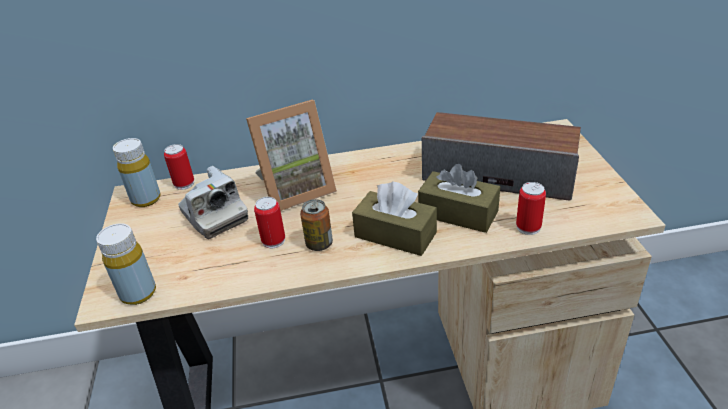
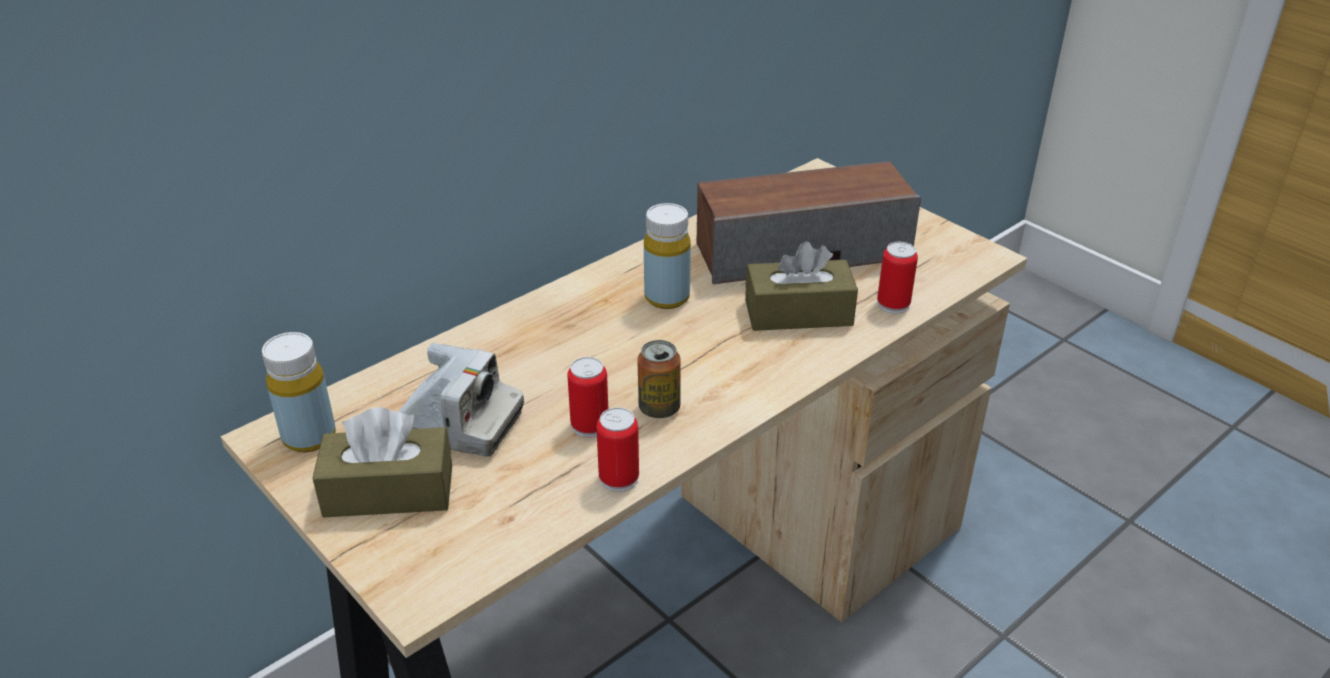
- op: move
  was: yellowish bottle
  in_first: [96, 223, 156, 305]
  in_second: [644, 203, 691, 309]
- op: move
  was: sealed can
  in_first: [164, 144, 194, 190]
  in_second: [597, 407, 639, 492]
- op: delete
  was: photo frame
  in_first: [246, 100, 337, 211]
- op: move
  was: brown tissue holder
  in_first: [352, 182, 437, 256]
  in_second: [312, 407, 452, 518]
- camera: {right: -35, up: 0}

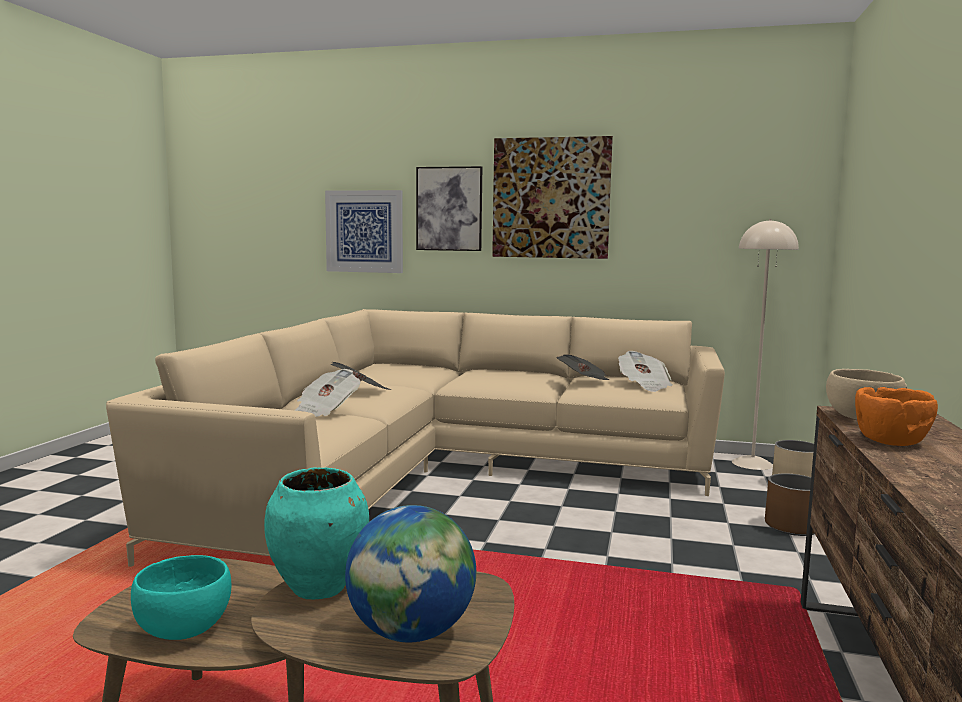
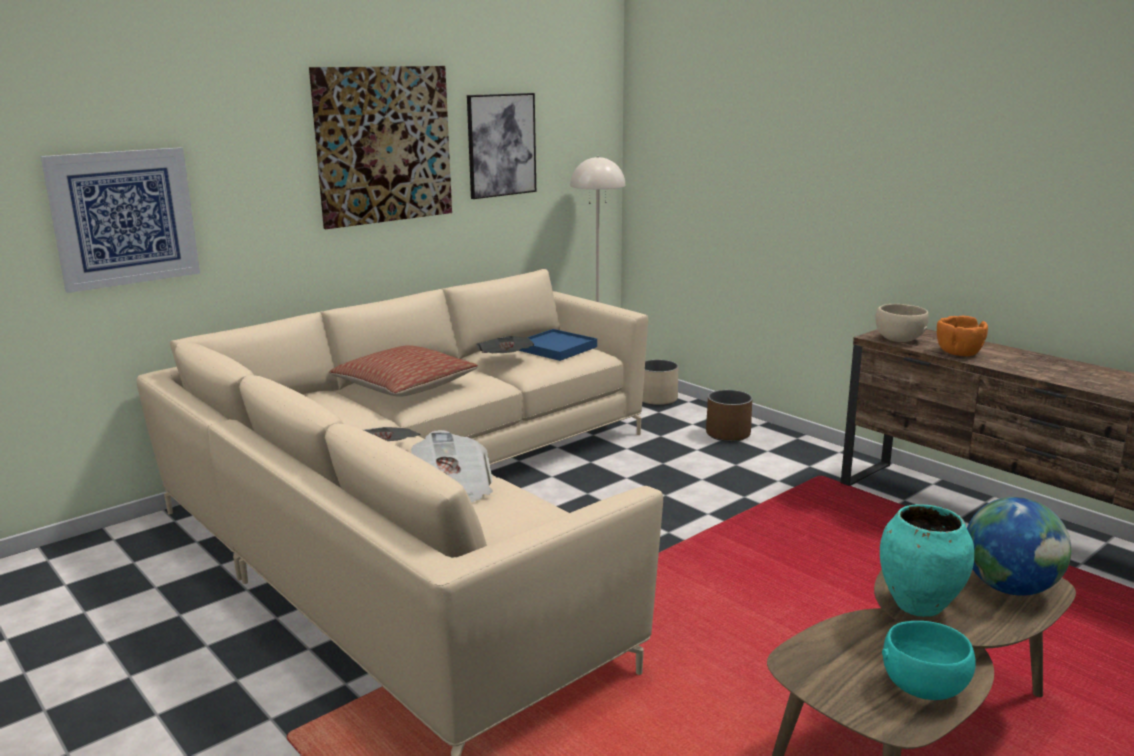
- op: move
  was: picture
  in_first: [416, 166, 482, 251]
  in_second: [467, 93, 536, 199]
- op: replace
  was: newspaper
  now: blue-coloured tray
  in_first: [618, 351, 673, 392]
  in_second: [519, 329, 597, 361]
- op: insert
  now: pillow
  in_second: [329, 345, 478, 397]
- camera: {right: -55, up: 10}

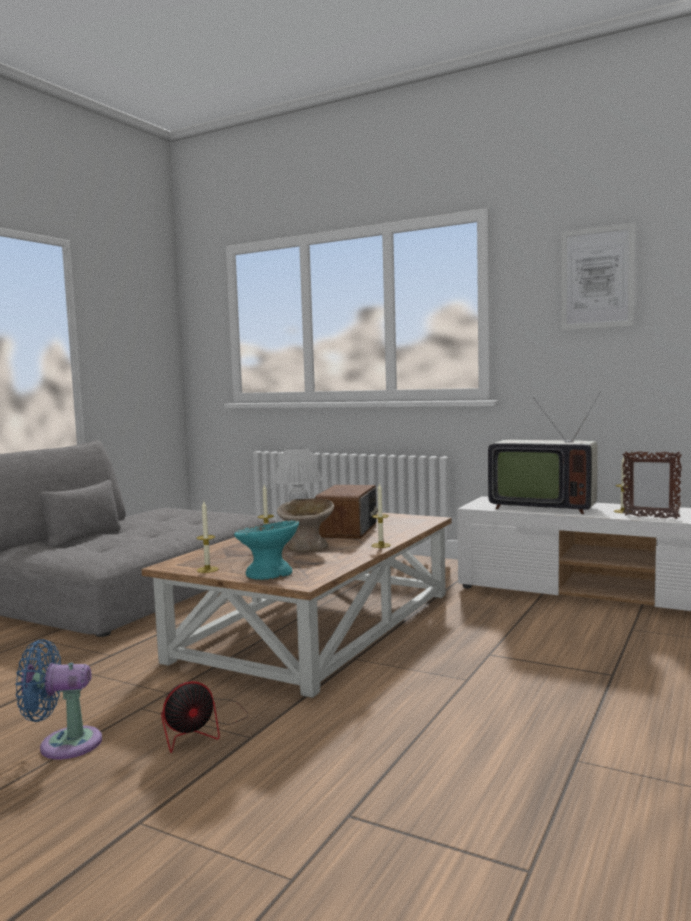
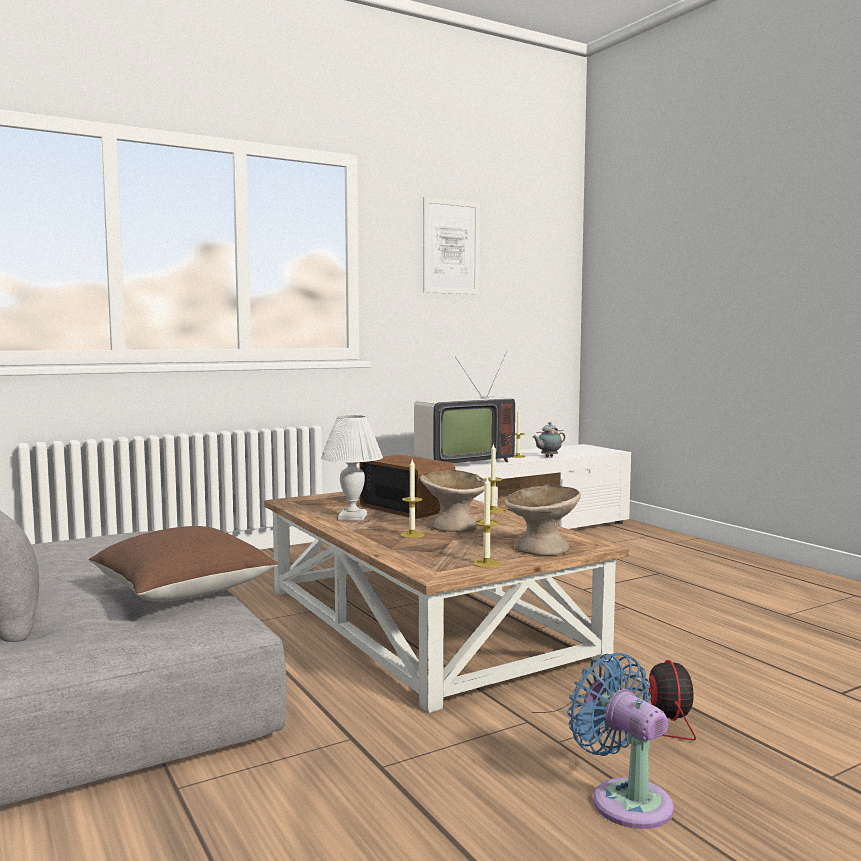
- op: rotate
  was: blue-coloured fan
  in_first: [15, 639, 102, 759]
  in_second: [567, 653, 674, 829]
  clockwise: 120
- op: recolor
  was: blue-green deep dish
  now: sand-coloured deep dish
  in_first: [234, 521, 299, 580]
  in_second: [504, 485, 581, 556]
- op: replace
  was: photo frame
  now: tea pot
  in_first: [622, 451, 682, 519]
  in_second: [532, 422, 565, 457]
- op: insert
  now: brown pillow
  in_second: [89, 526, 279, 602]
- camera: {right: -60, up: 0}

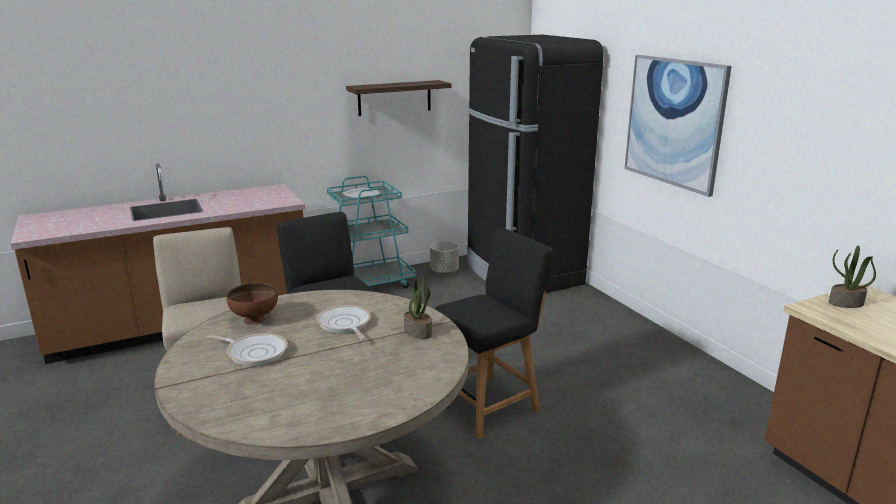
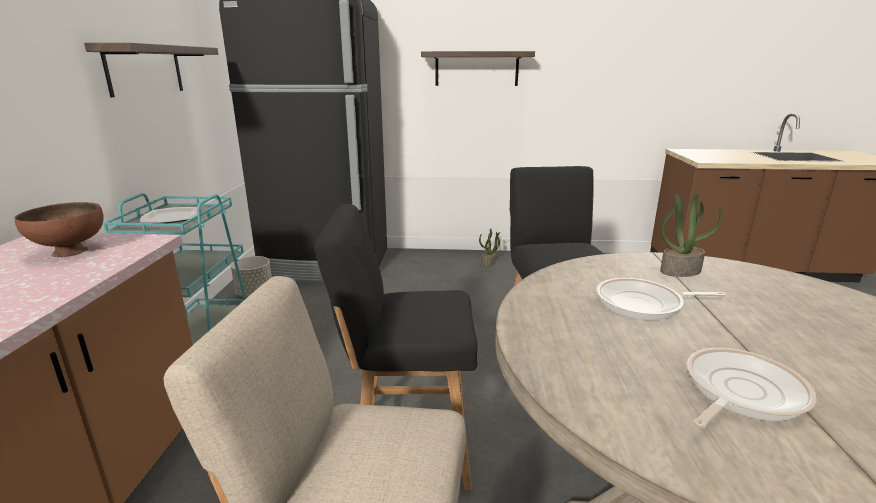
- op: move
  was: brown deep dish
  in_first: [226, 283, 278, 325]
  in_second: [15, 202, 104, 257]
- op: replace
  was: picture
  now: shelf
  in_first: [624, 55, 732, 197]
  in_second: [421, 51, 535, 86]
- op: move
  was: potted plant
  in_first: [829, 245, 876, 308]
  in_second: [479, 228, 501, 267]
- camera: {right: -60, up: 0}

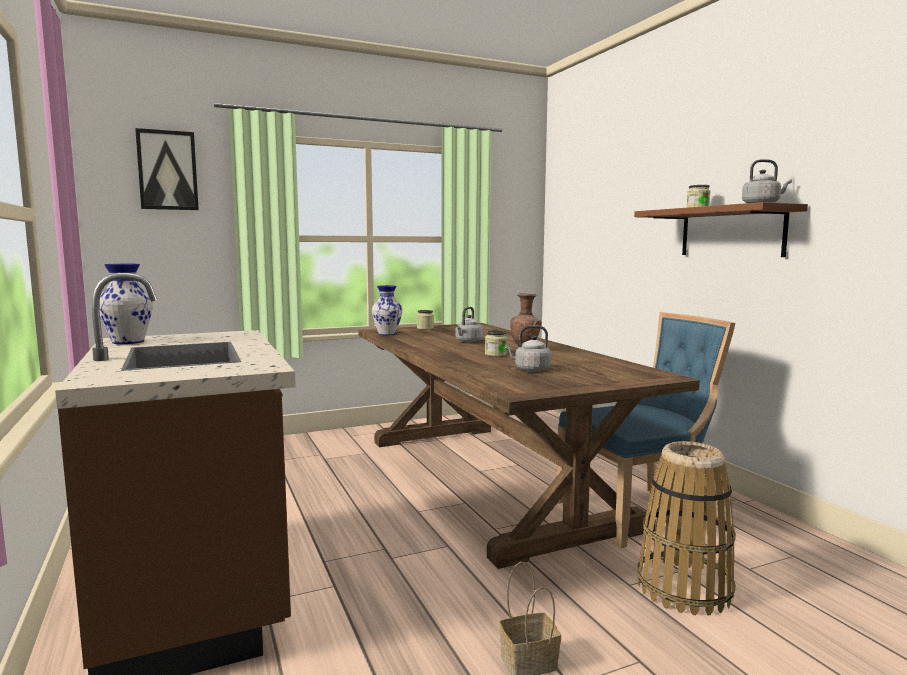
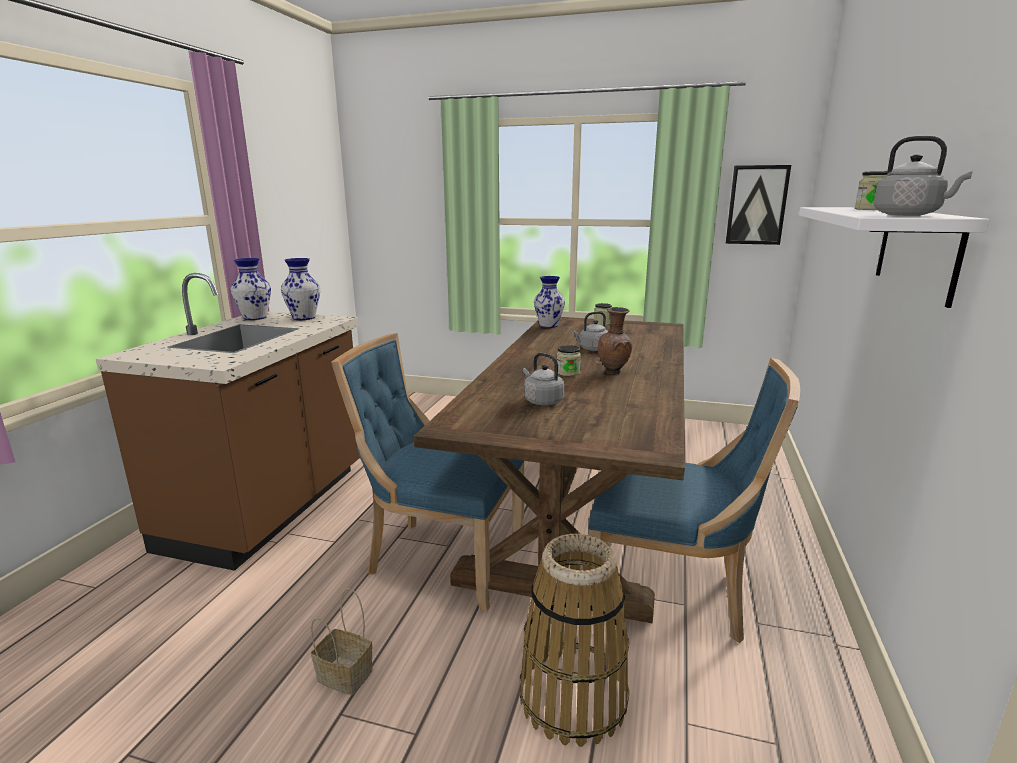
- op: move
  was: picture
  in_first: [135, 128, 199, 210]
  in_second: [726, 165, 791, 245]
- op: recolor
  was: brown shelf
  now: whitish shelf
  in_first: [634, 202, 808, 257]
  in_second: [799, 207, 989, 308]
- op: insert
  now: decorative vase
  in_second: [281, 258, 320, 320]
- op: insert
  now: blue-coloured upright chair
  in_second: [331, 333, 525, 611]
- camera: {right: 40, up: 10}

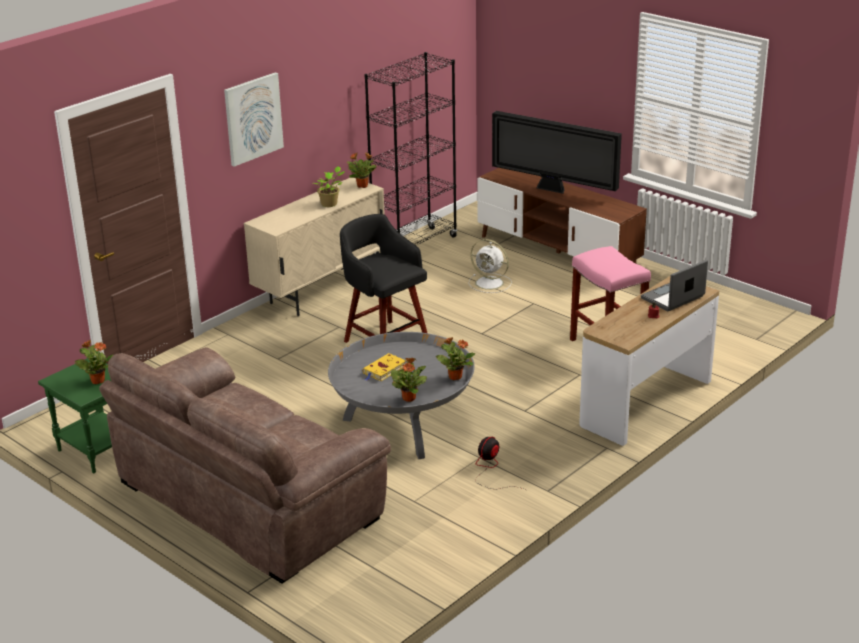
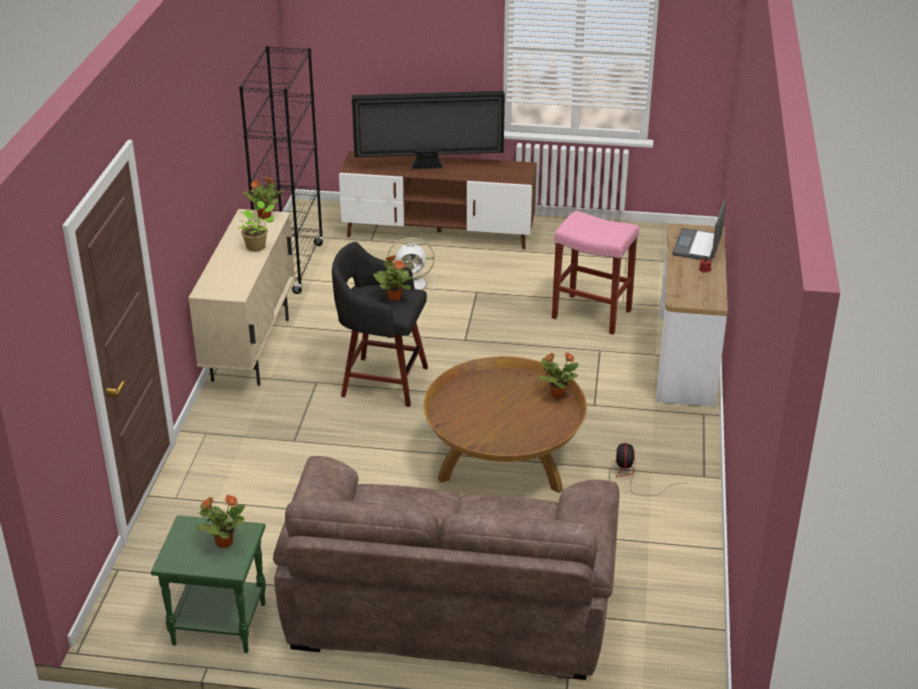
- op: delete
  was: picture
  in_first: [224, 72, 284, 167]
- op: recolor
  was: gray lounge table
  now: brown lounge table
  in_first: [328, 332, 475, 459]
  in_second: [423, 356, 587, 493]
- op: delete
  was: yellowish book
  in_first: [362, 353, 406, 381]
- op: move
  was: potted plant
  in_first: [391, 358, 427, 402]
  in_second: [373, 255, 413, 301]
- camera: {right: -35, up: 5}

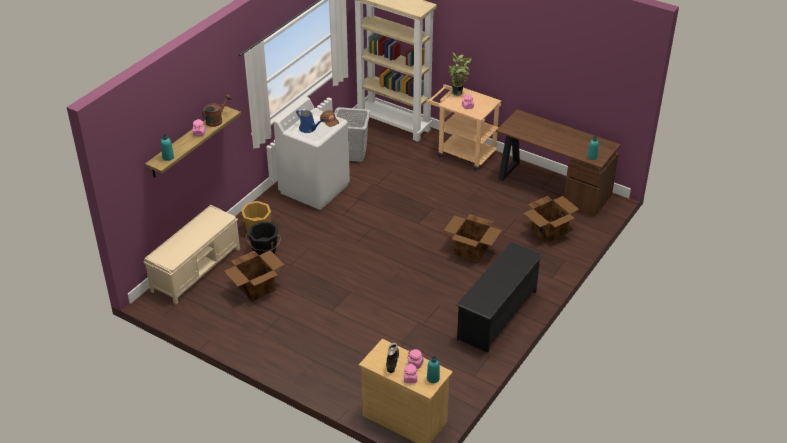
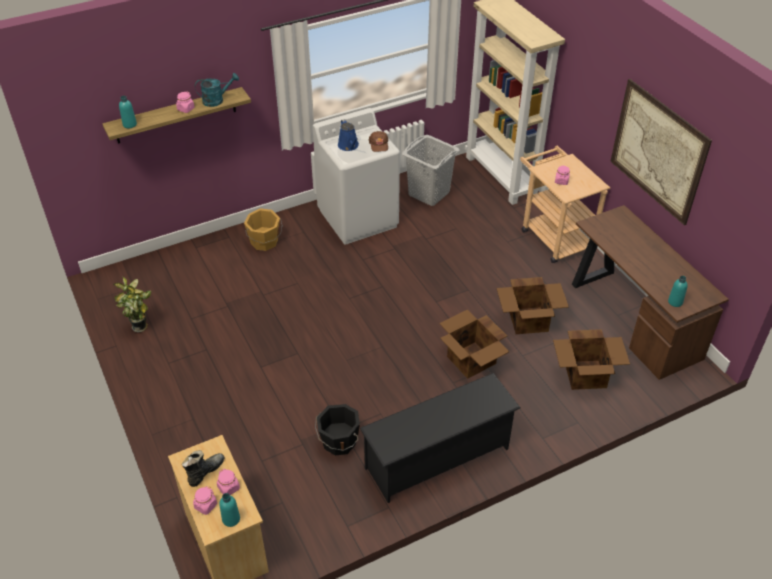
- op: delete
  was: sand-coloured bench
  in_first: [144, 205, 240, 304]
- op: recolor
  was: brown sprinkling can
  now: blue-green sprinkling can
  in_first: [202, 94, 232, 127]
  in_second: [195, 73, 239, 107]
- op: move
  was: carton
  in_first: [224, 250, 285, 302]
  in_second: [497, 277, 569, 334]
- op: move
  was: black-coloured water bucket
  in_first: [246, 222, 281, 255]
  in_second: [315, 404, 360, 455]
- op: move
  was: potted plant
  in_first: [448, 52, 472, 96]
  in_second: [114, 276, 151, 332]
- op: insert
  now: picture
  in_second: [610, 79, 712, 225]
- camera: {right: 30, up: 5}

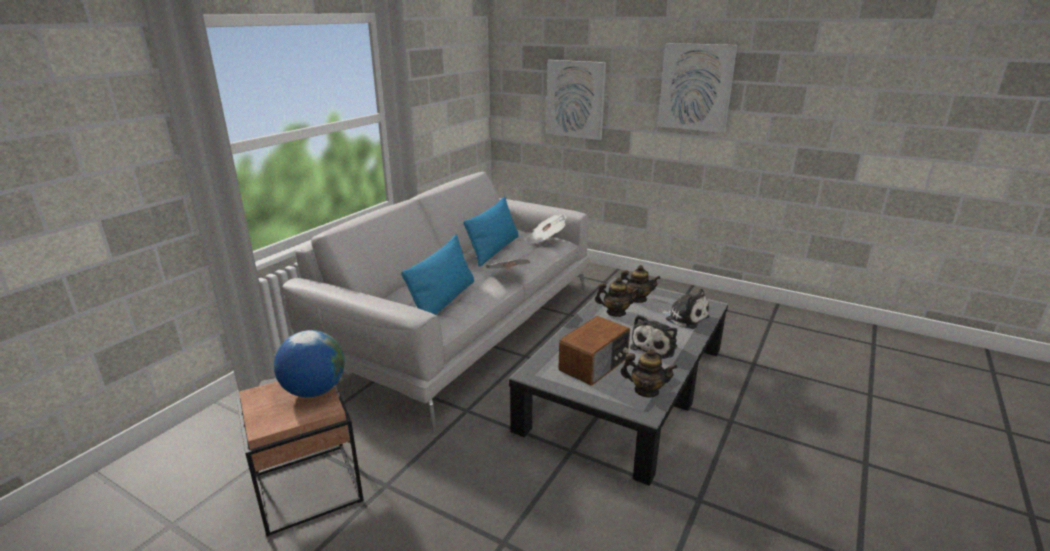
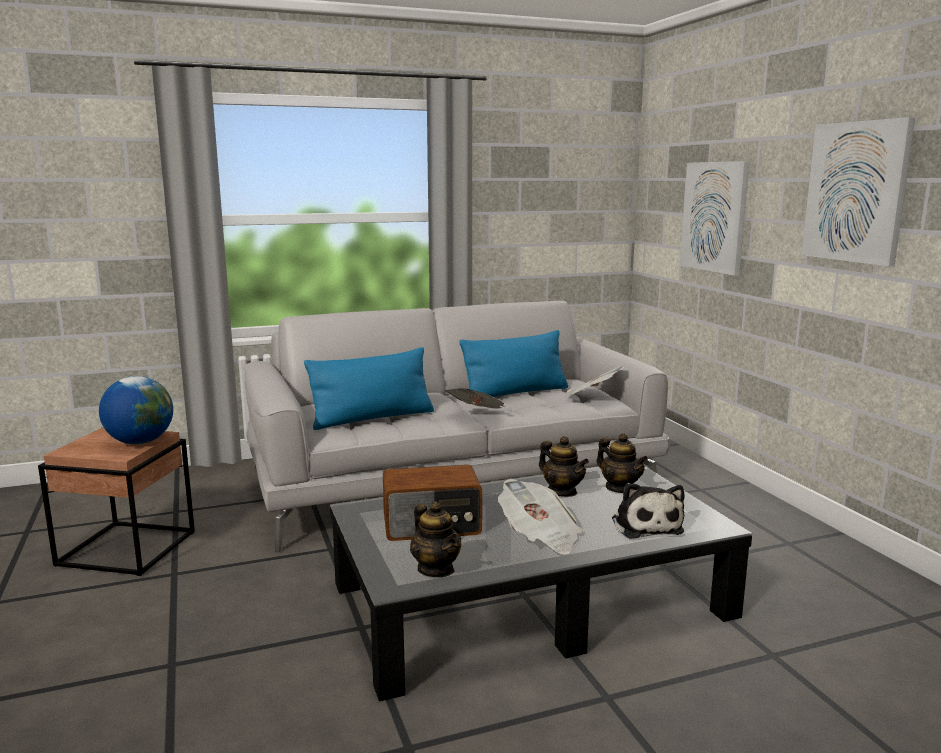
- op: replace
  was: soft toy
  now: newspaper
  in_first: [630, 315, 677, 359]
  in_second: [498, 479, 582, 555]
- camera: {right: 40, up: -10}

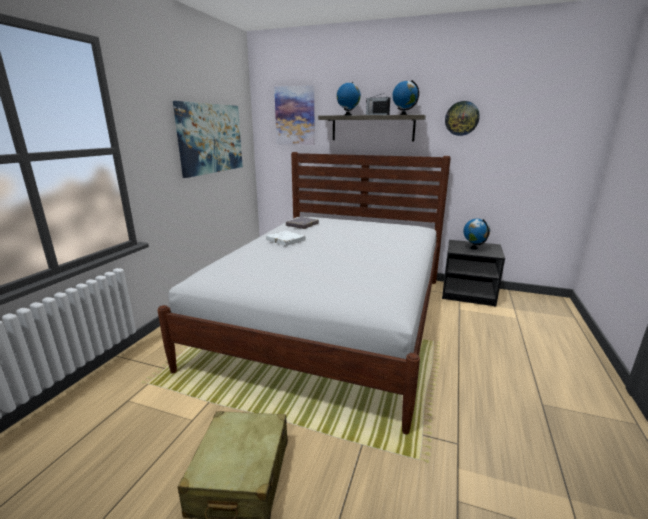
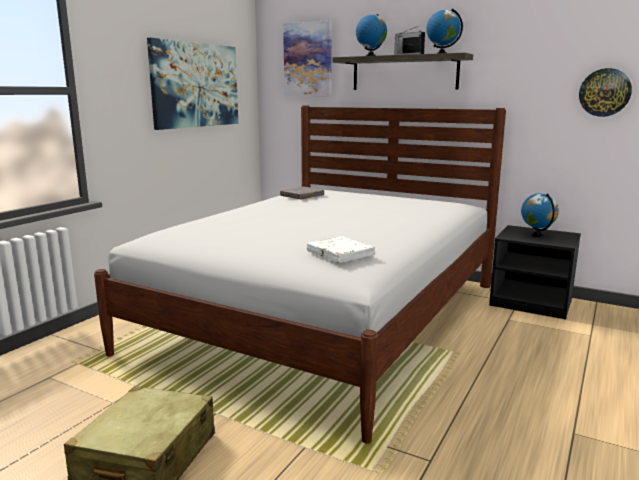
- op: move
  was: whitish book
  in_first: [266, 231, 305, 246]
  in_second: [307, 236, 375, 263]
- op: move
  was: wall clock
  in_first: [445, 101, 480, 136]
  in_second: [579, 68, 632, 117]
- camera: {right: 10, up: -5}

